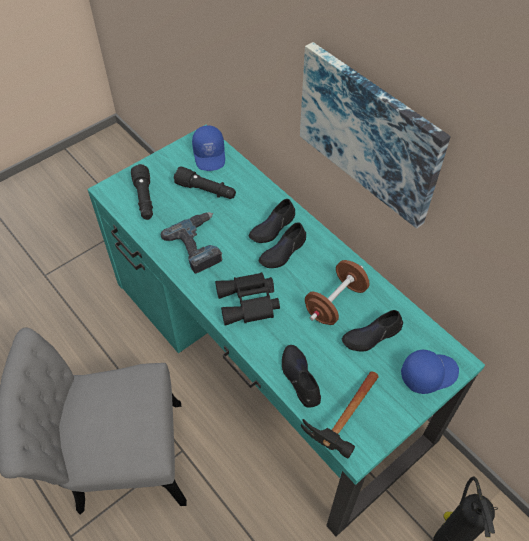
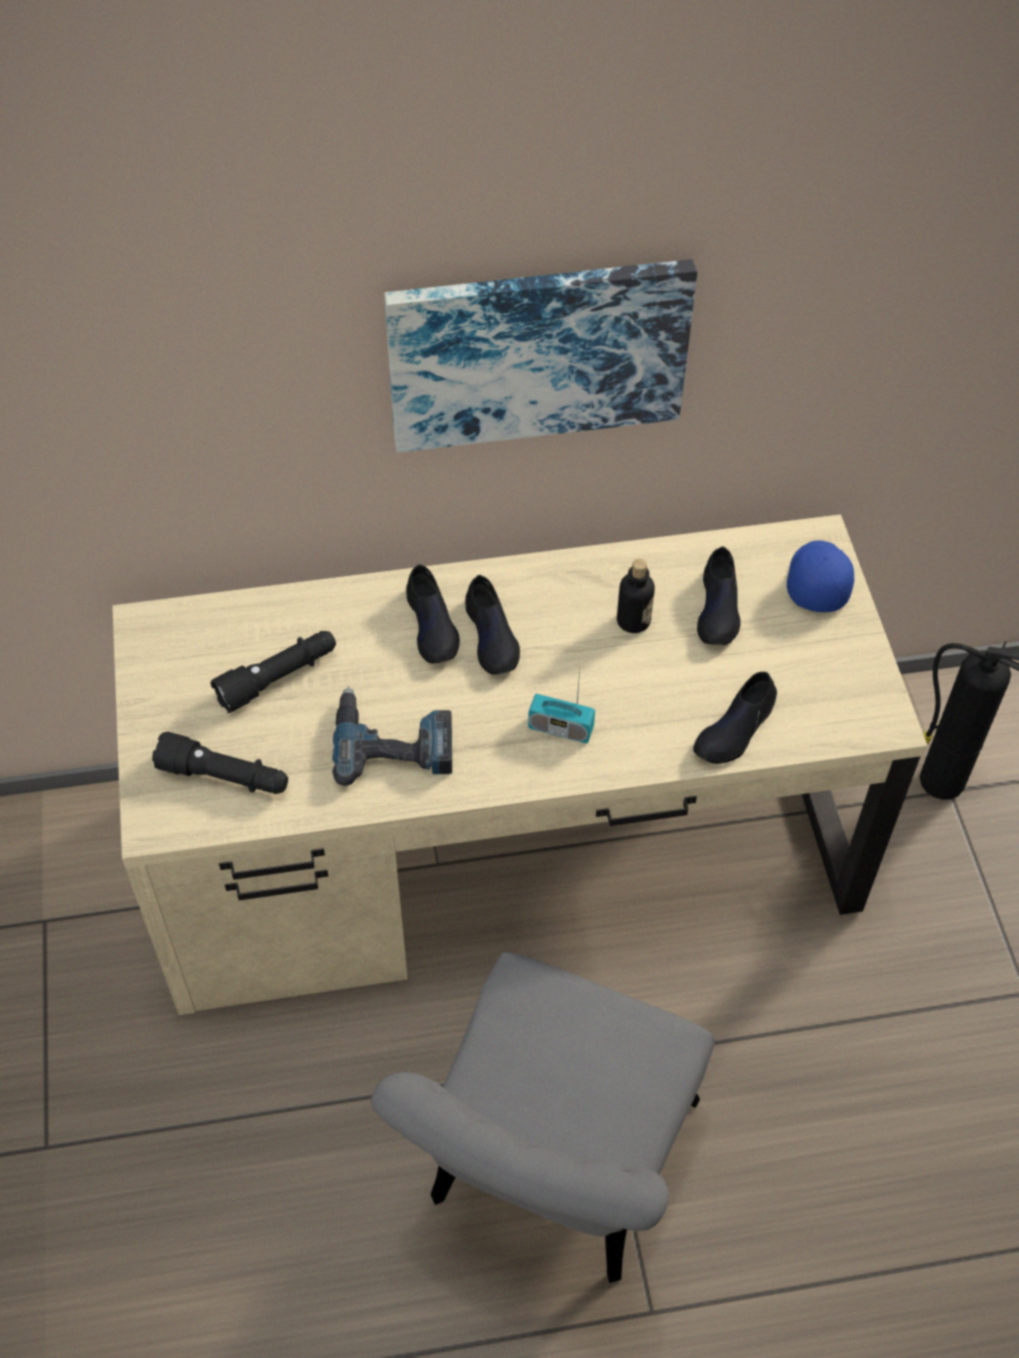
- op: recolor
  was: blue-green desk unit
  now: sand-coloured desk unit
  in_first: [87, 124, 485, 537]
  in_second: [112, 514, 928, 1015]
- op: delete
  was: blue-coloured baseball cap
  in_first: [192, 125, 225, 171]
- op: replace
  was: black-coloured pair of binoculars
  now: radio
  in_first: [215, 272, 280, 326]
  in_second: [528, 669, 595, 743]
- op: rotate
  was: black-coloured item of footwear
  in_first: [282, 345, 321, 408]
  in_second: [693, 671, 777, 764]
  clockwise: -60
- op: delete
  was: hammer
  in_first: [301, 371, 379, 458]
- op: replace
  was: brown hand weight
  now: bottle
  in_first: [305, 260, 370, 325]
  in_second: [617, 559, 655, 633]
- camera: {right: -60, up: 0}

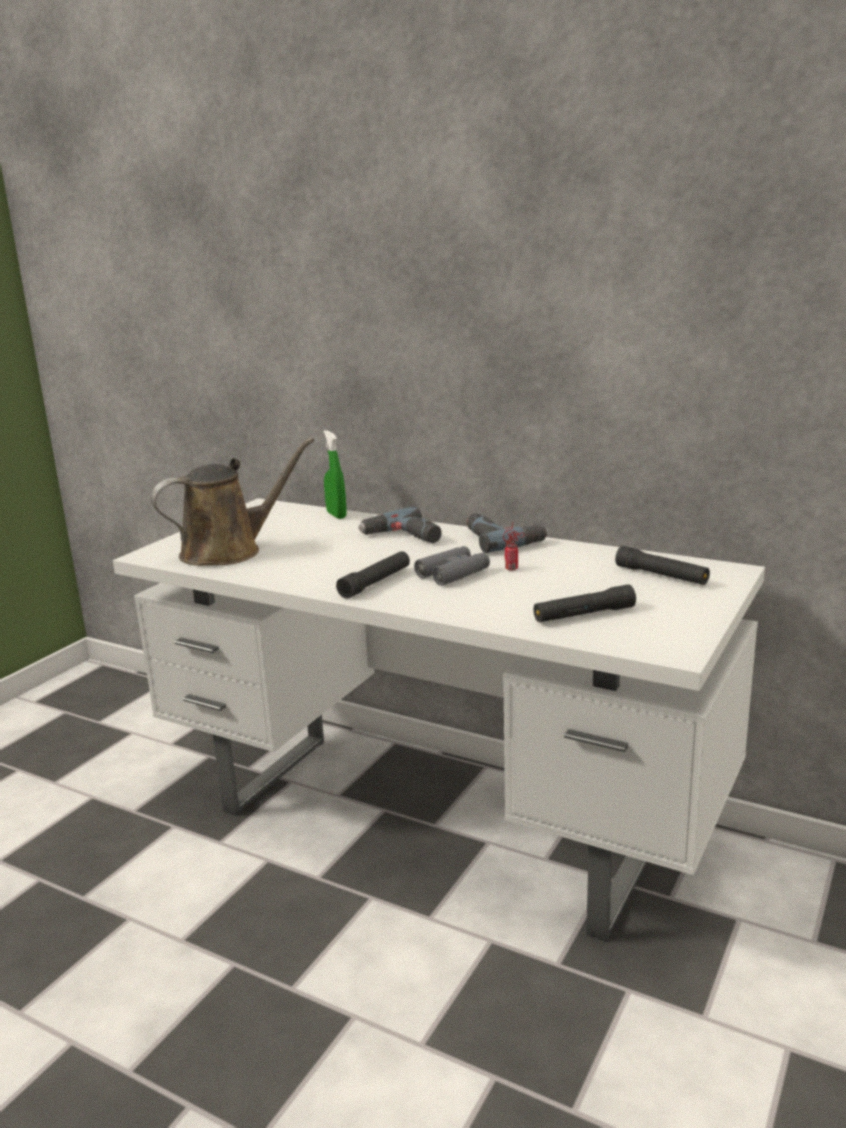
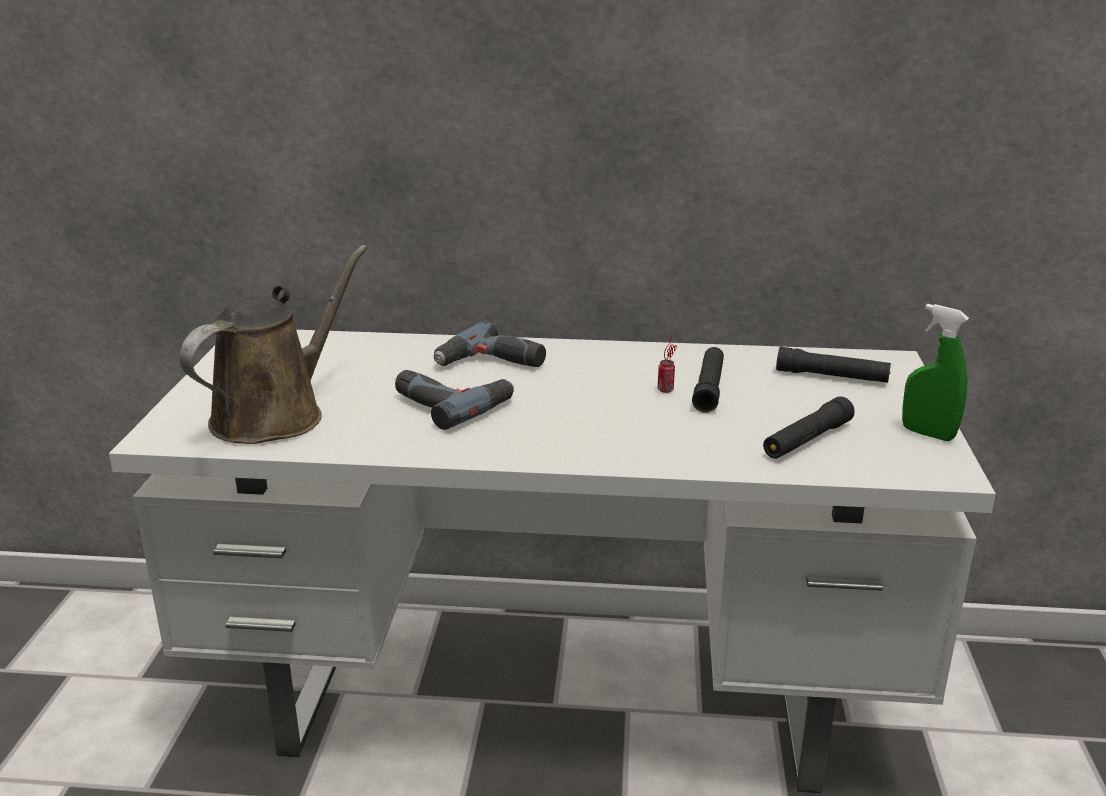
- op: move
  was: green hand sprayer
  in_first: [324, 430, 347, 519]
  in_second: [902, 304, 969, 441]
- op: move
  was: black-coloured flashlight
  in_first: [336, 551, 410, 599]
  in_second: [692, 347, 724, 413]
- op: delete
  was: gray pair of binoculars
  in_first: [414, 546, 490, 586]
- op: move
  was: electric drill
  in_first: [467, 513, 548, 553]
  in_second: [395, 370, 514, 430]
- camera: {right: -25, up: 5}

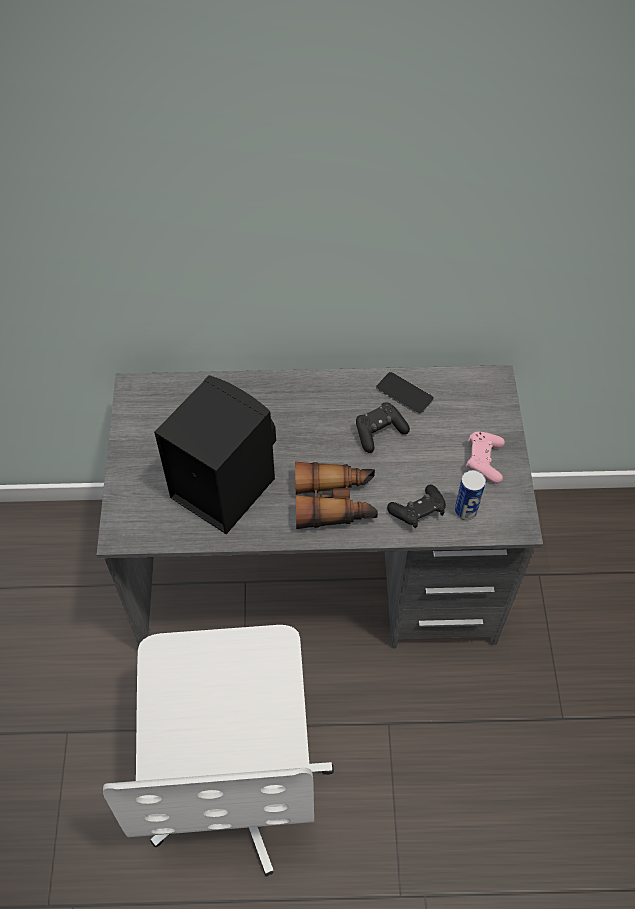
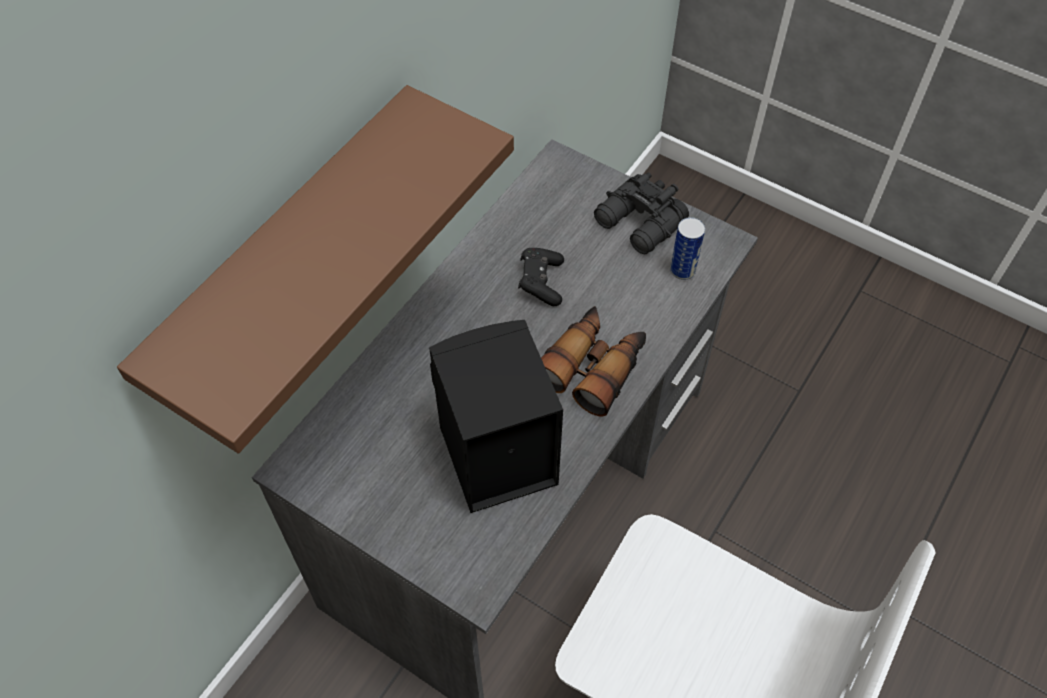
- op: delete
  was: handset
  in_first: [376, 372, 434, 415]
- op: delete
  was: black-coloured gamepad
  in_first: [387, 485, 446, 528]
- op: replace
  was: pink gamepad
  now: black-coloured pair of binoculars
  in_first: [466, 432, 505, 484]
  in_second: [594, 172, 689, 255]
- op: insert
  now: brown shelf
  in_second: [117, 85, 514, 454]
- camera: {right: -55, up: 0}

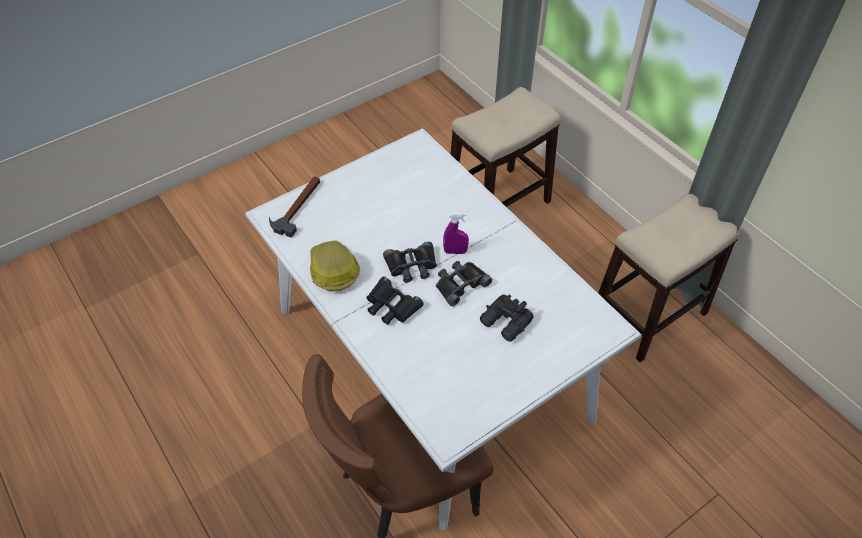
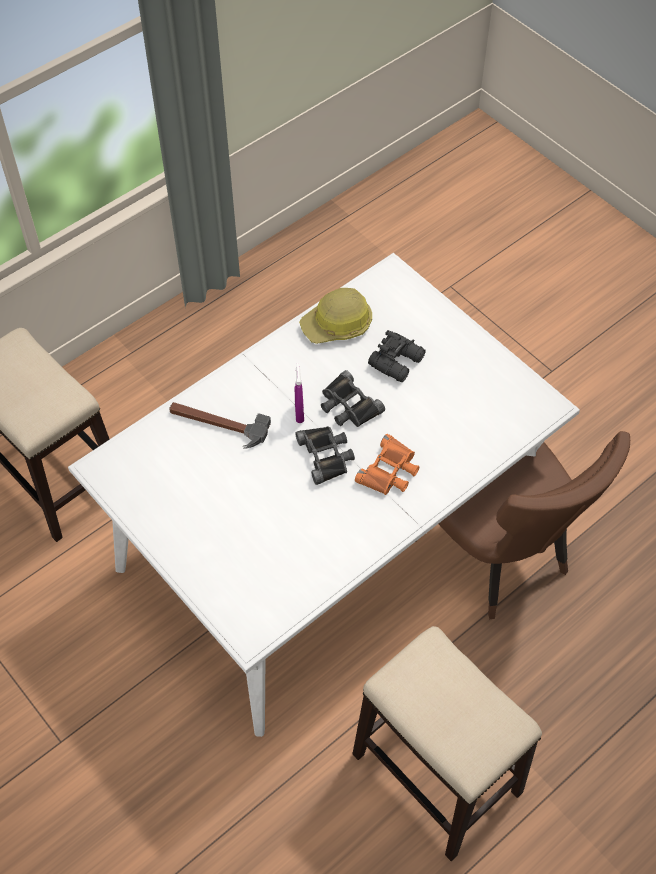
- op: move
  was: hammer
  in_first: [269, 176, 320, 238]
  in_second: [169, 402, 271, 448]
- op: move
  was: work helmet
  in_first: [310, 240, 360, 291]
  in_second: [299, 288, 372, 344]
- op: recolor
  was: black-coloured pair of binoculars
  now: orange-coloured pair of binoculars
  in_first: [366, 277, 424, 325]
  in_second: [355, 434, 419, 495]
- op: move
  was: stool
  in_first: [598, 193, 739, 362]
  in_second: [352, 626, 542, 861]
- camera: {right: -95, up: 5}

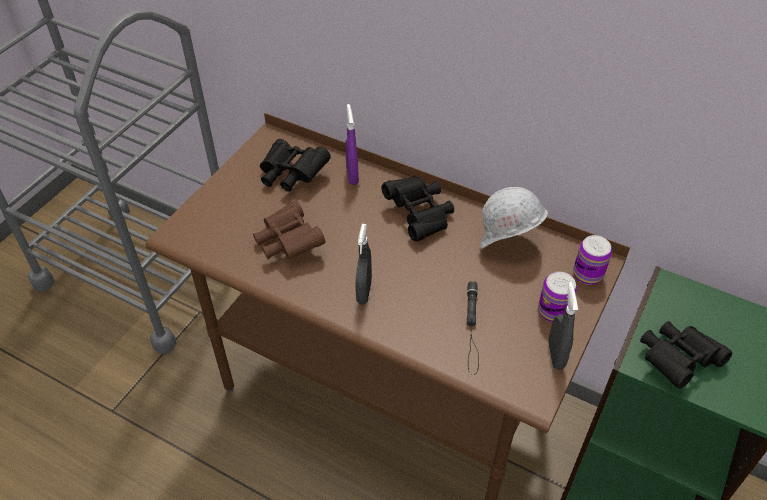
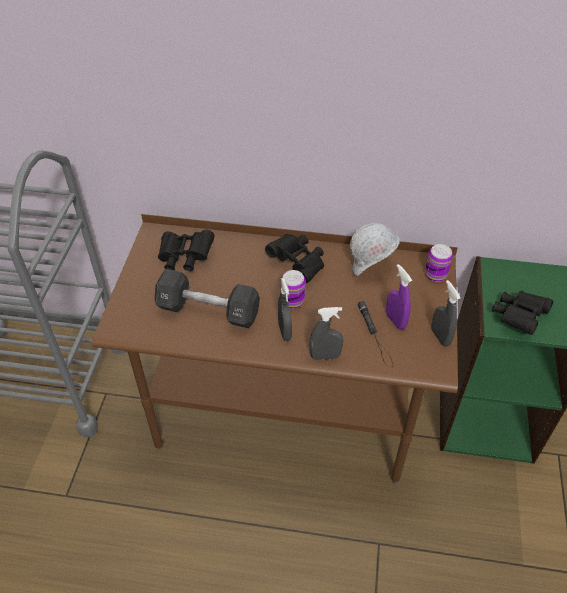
- op: replace
  was: brown pair of binoculars
  now: black-coloured hand weight
  in_first: [253, 201, 325, 259]
  in_second: [155, 269, 260, 328]
- op: move
  was: purple hand sprayer
  in_first: [345, 104, 359, 185]
  in_second: [386, 264, 412, 330]
- op: move
  was: sealed can
  in_first: [538, 272, 577, 322]
  in_second: [281, 270, 306, 309]
- op: insert
  now: gray hand sprayer
  in_second: [310, 307, 343, 360]
- camera: {right: -20, up: 0}

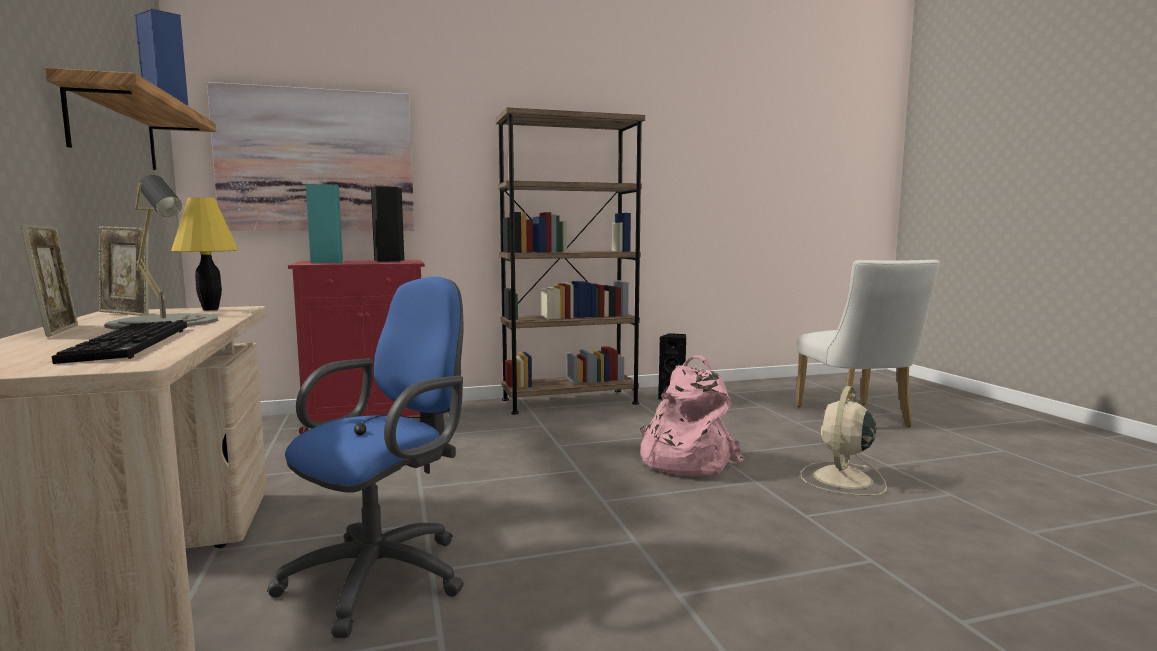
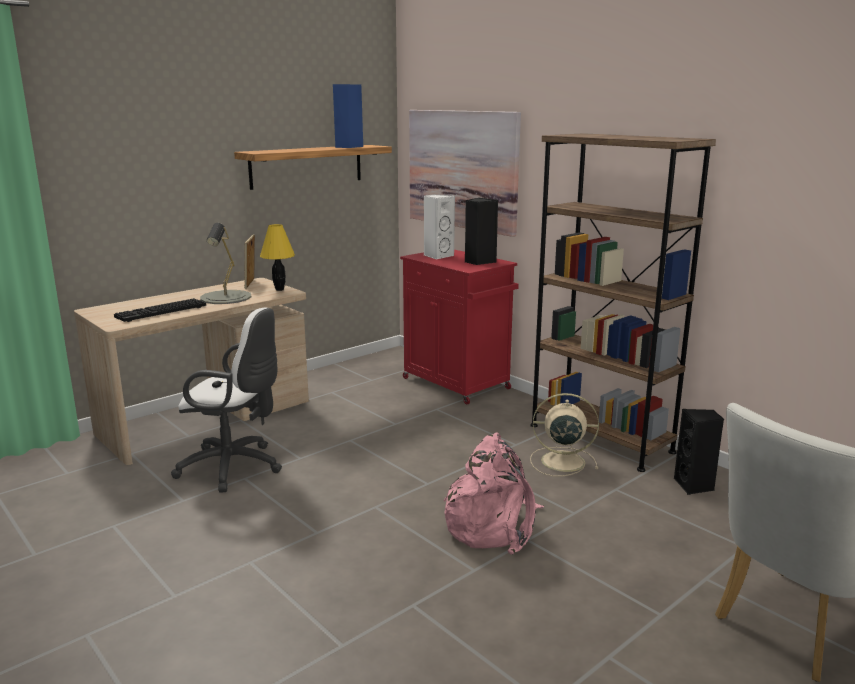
- op: delete
  was: photo frame
  in_first: [21, 225, 78, 337]
- op: recolor
  was: blue-coloured desk chair
  now: whitish desk chair
  in_first: [267, 277, 464, 638]
  in_second: [171, 307, 282, 493]
- op: recolor
  was: blue-green speaker
  now: whitish speaker
  in_first: [306, 184, 343, 263]
  in_second: [424, 194, 455, 260]
- op: move
  was: sand-coloured fan
  in_first: [800, 386, 887, 496]
  in_second: [530, 393, 599, 477]
- camera: {right: 65, up: 10}

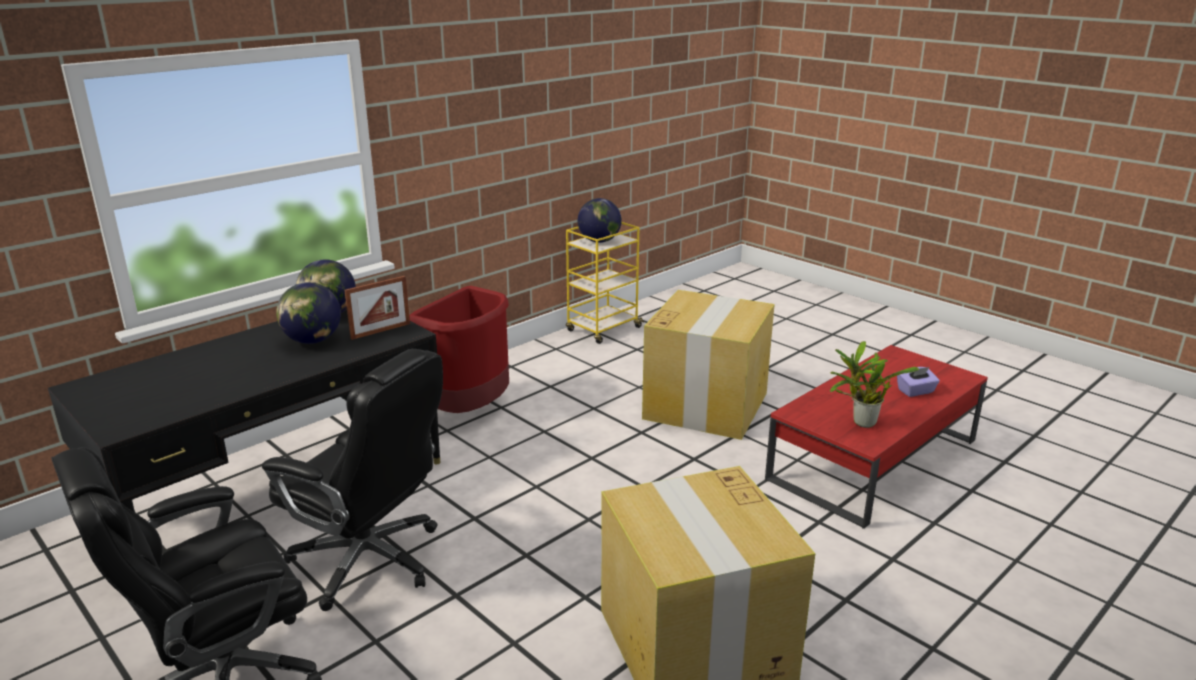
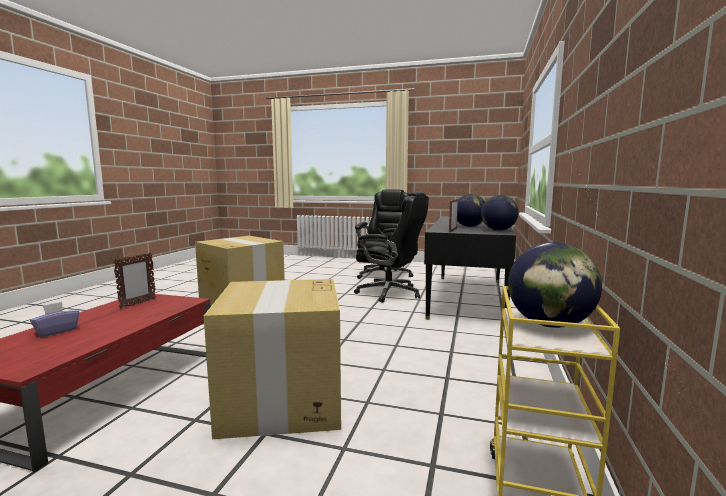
- op: rotate
  was: black-coloured desk chair
  in_first: [262, 349, 443, 611]
  in_second: [354, 192, 429, 303]
  clockwise: -150
- op: delete
  was: red waste bin
  in_first: [409, 286, 509, 413]
- op: replace
  was: potted plant
  now: photo frame
  in_first: [830, 341, 919, 428]
  in_second: [113, 252, 156, 309]
- camera: {right: 150, up: -15}

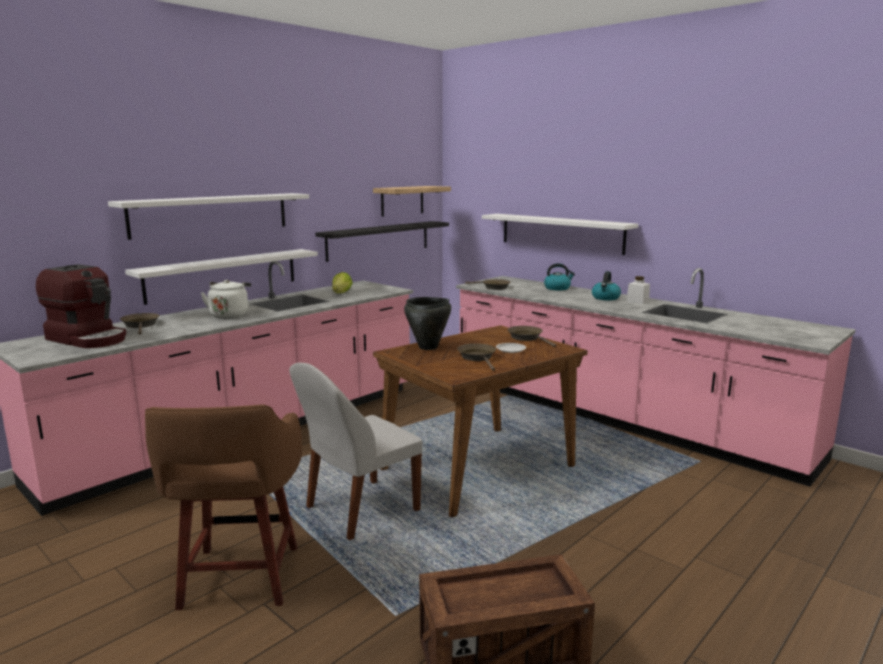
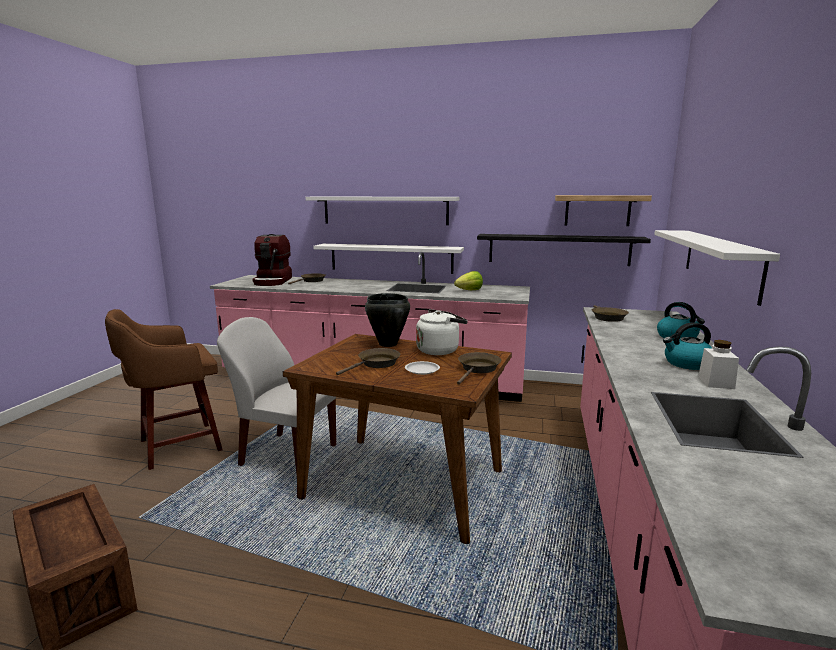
- op: move
  was: whitish water kettle
  in_first: [201, 280, 251, 319]
  in_second: [416, 309, 468, 355]
- camera: {right: 60, up: 0}

